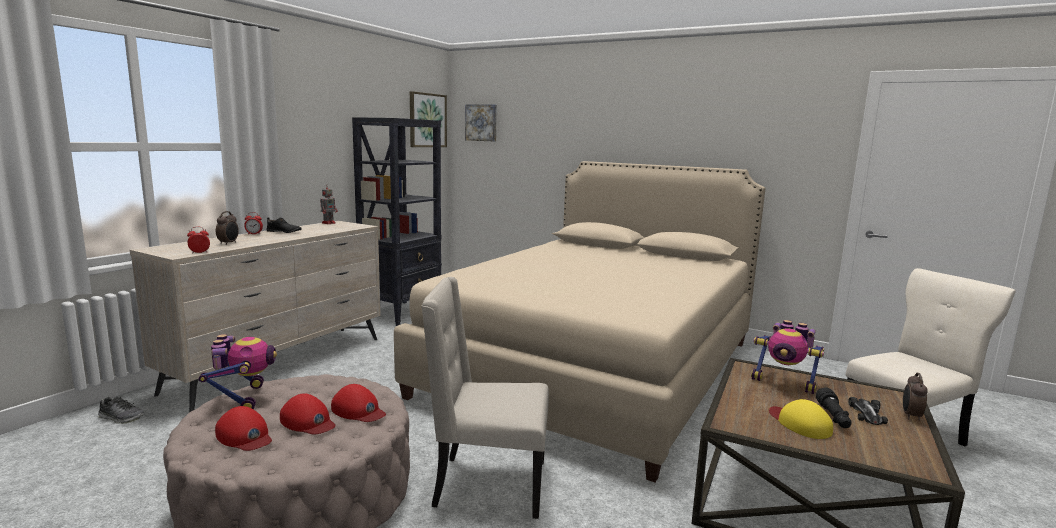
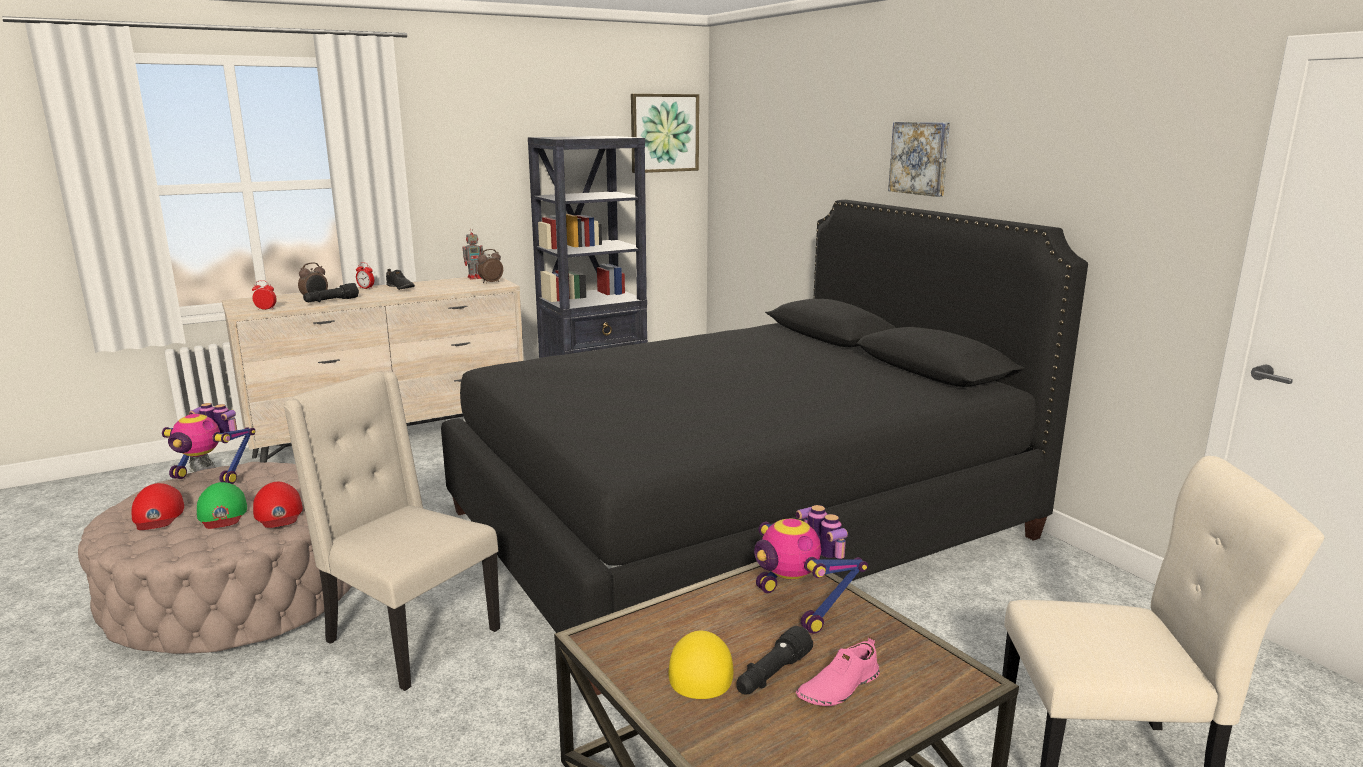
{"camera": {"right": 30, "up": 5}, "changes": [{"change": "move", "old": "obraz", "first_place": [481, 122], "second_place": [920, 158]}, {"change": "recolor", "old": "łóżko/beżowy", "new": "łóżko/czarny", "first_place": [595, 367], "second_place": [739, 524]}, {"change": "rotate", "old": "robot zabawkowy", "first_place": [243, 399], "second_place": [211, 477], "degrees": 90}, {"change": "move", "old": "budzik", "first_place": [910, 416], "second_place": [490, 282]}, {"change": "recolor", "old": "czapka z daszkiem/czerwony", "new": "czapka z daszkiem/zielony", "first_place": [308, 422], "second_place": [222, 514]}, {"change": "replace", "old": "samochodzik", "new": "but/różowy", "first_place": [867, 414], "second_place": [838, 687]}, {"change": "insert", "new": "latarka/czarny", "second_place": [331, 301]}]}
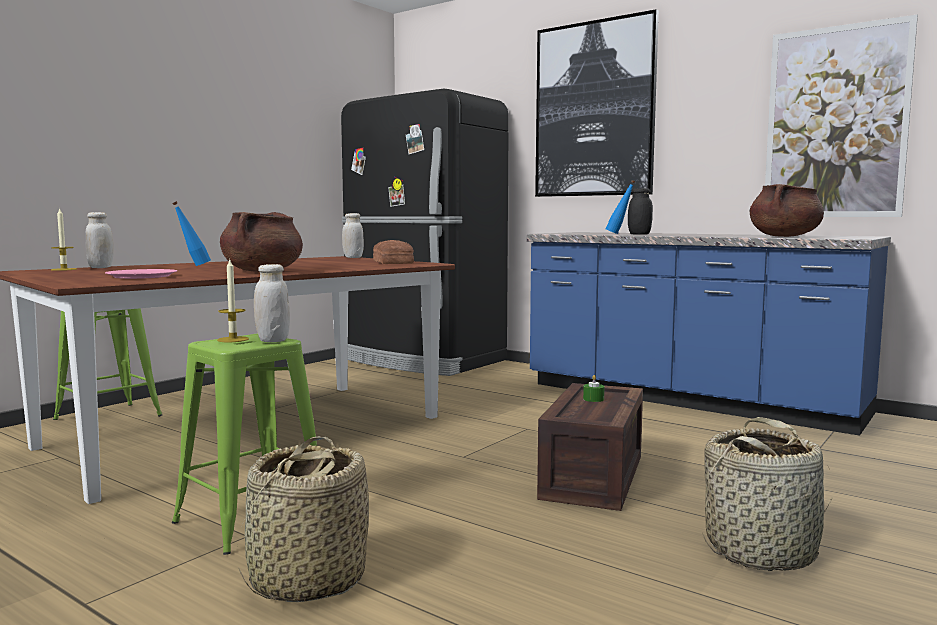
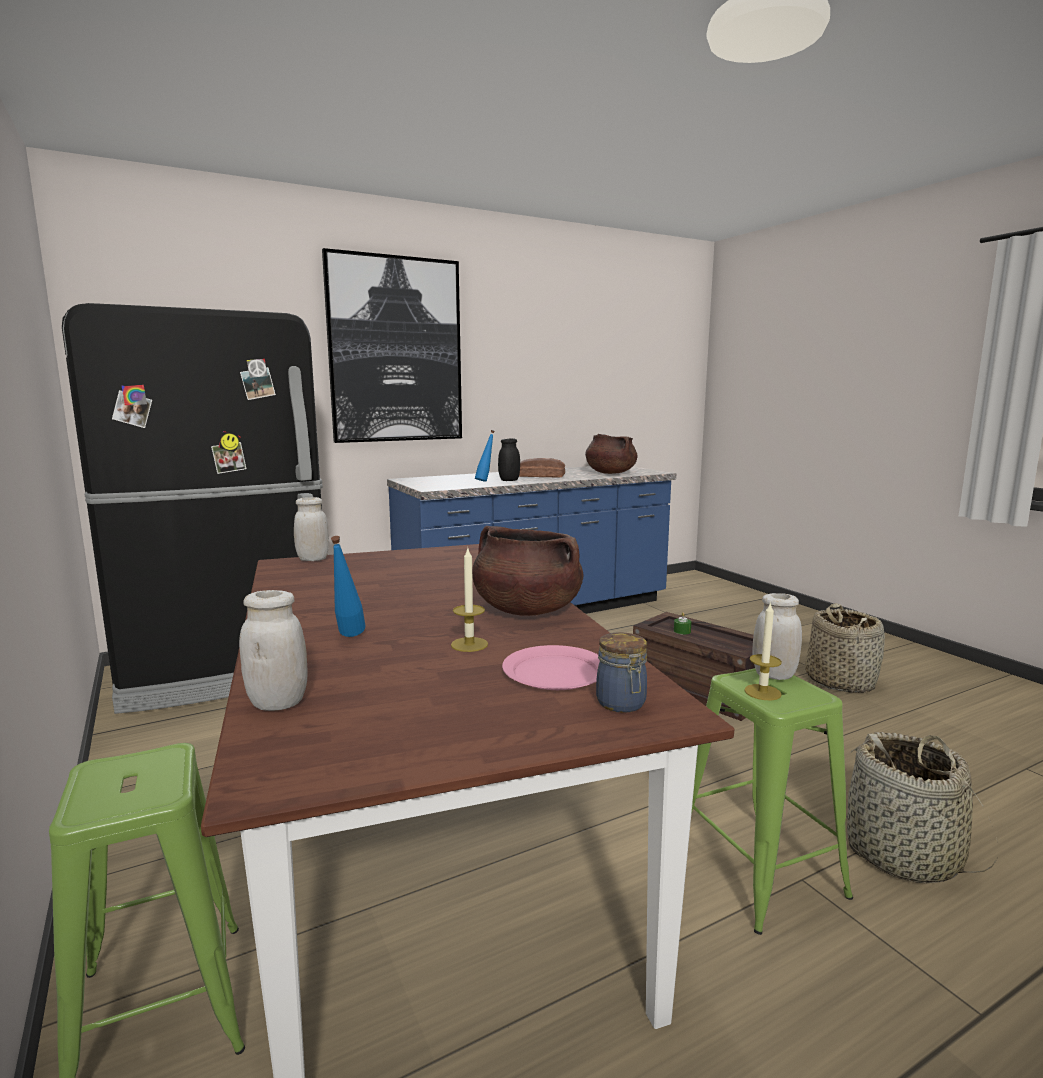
{"camera": {"right": -65, "up": 5}, "changes": [{"change": "delete", "old": "obraz", "first_place": [835, 123]}, {"change": "move", "old": "świeca", "first_place": [64, 269], "second_place": [469, 644]}, {"change": "move", "old": "chleb", "first_place": [394, 262], "second_place": [541, 475]}, {"change": "insert", "new": "słoik", "second_place": [622, 704]}]}
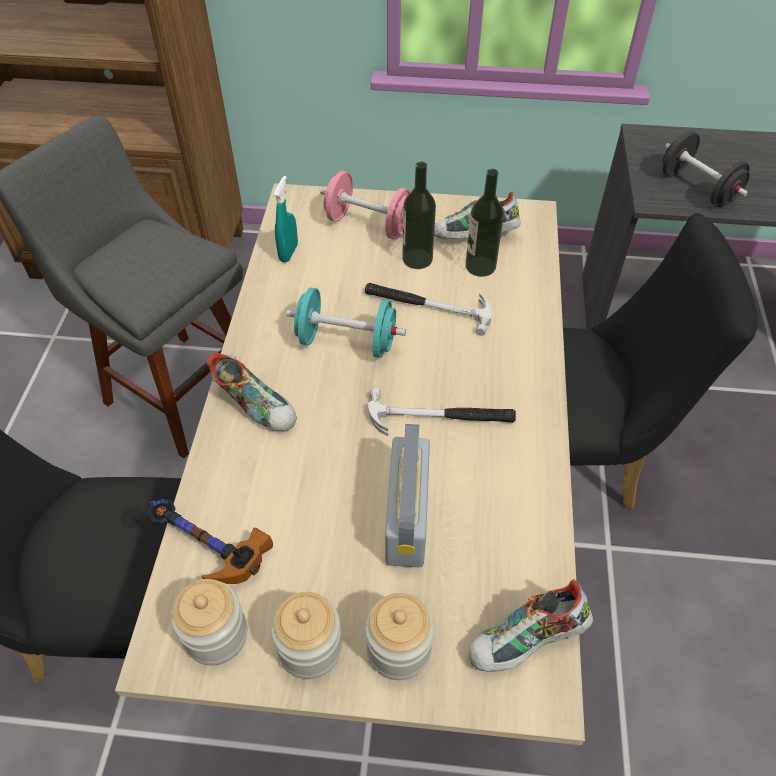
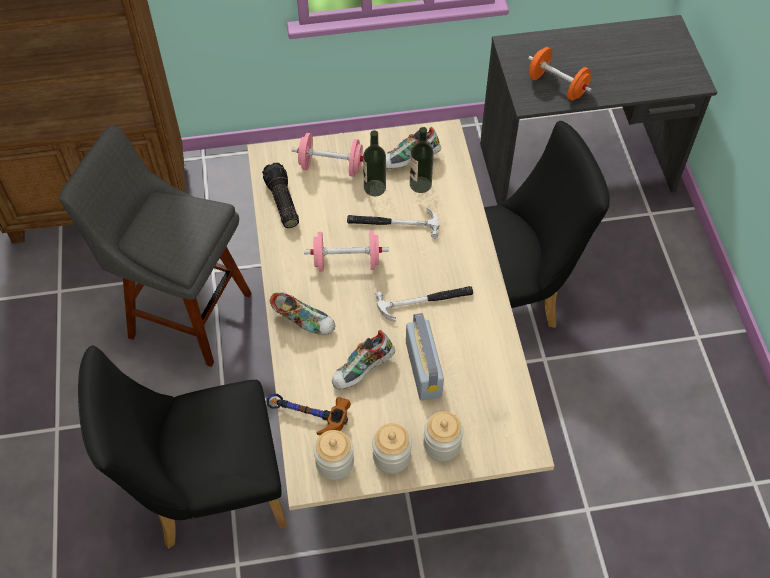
{"camera": {"right": -15, "up": 5}, "changes": [{"change": "recolor", "old": "hantel/czarny", "new": "hantel/pomarańczowy", "first_place": [697, 188], "second_place": [557, 86]}, {"change": "replace", "old": "spryskiwacz/turkusowy", "new": "latarka", "first_place": [288, 253], "second_place": [281, 202]}, {"change": "recolor", "old": "hantel/turkusowy", "new": "hantel/różowy", "first_place": [346, 342], "second_place": [346, 262]}, {"change": "move", "old": "but", "first_place": [527, 642], "second_place": [363, 371]}]}
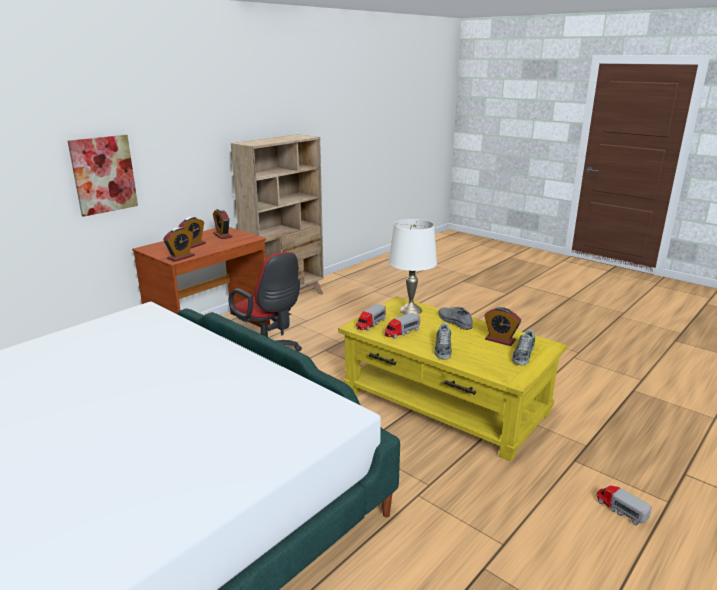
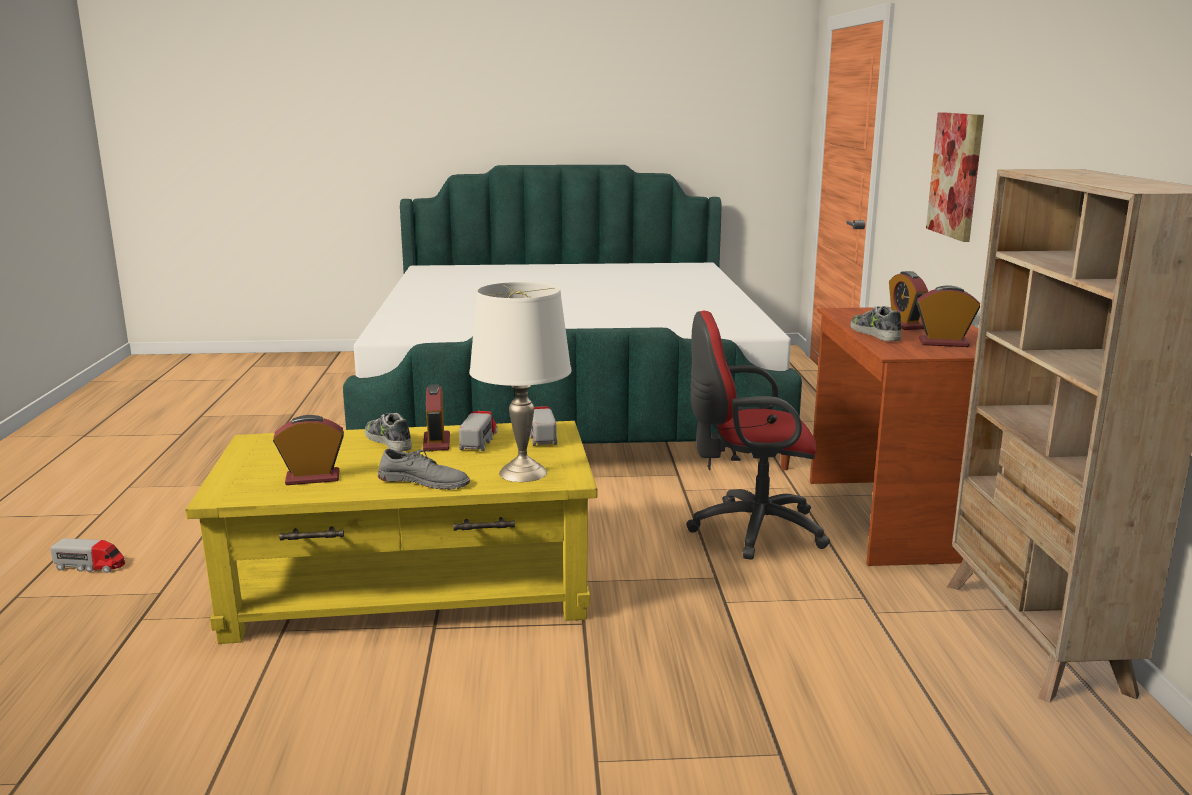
{"camera": {"right": 135, "up": -5}, "changes": [{"change": "move", "old": "budzik", "first_place": [181, 257], "second_place": [436, 442]}, {"change": "move", "old": "but", "first_place": [523, 355], "second_place": [875, 334]}]}
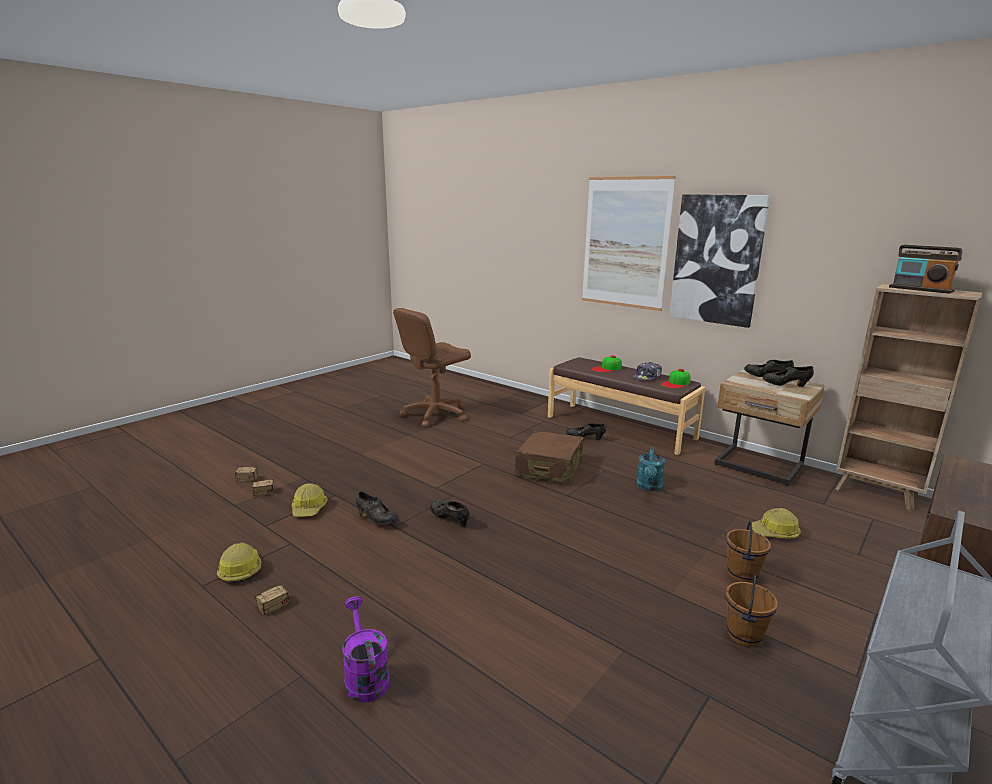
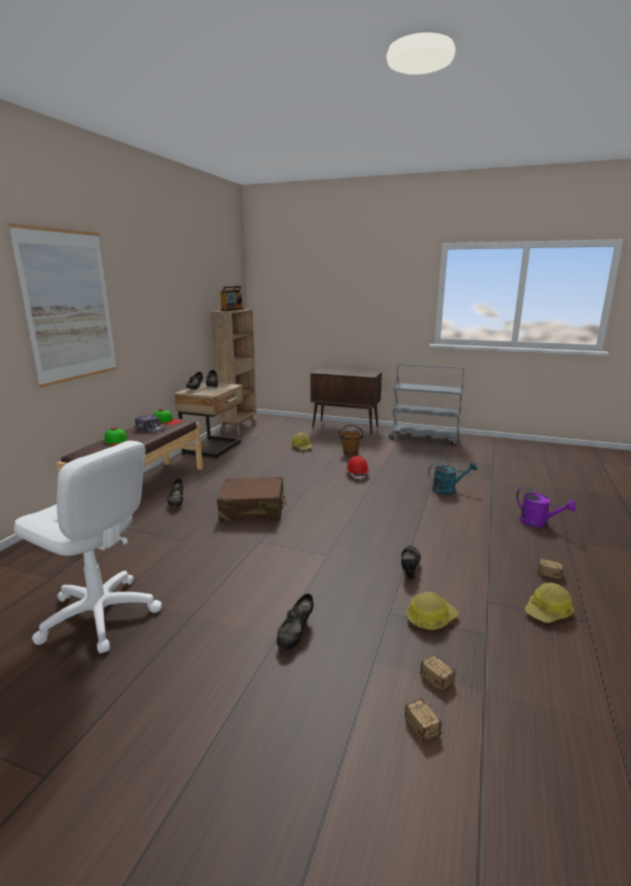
{"camera": {"right": -110, "up": 0}, "changes": [{"change": "delete", "old": "obraz", "first_place": [717, 260]}, {"change": "recolor", "old": "krzesło biurowe/brązowy", "new": "krzesło biurowe/biały", "first_place": [435, 415], "second_place": [99, 615]}, {"change": "move", "old": "konewka/turkusowy", "first_place": [649, 487], "second_place": [448, 490]}, {"change": "move", "old": "but/czarny", "first_place": [449, 520], "second_place": [295, 634]}, {"change": "delete", "old": "wiadro/brązowy", "first_place": [745, 636]}, {"change": "rotate", "old": "konewka/fioletowy", "first_place": [365, 676], "second_place": [538, 523], "degrees": -90}, {"change": "insert", "new": "kask/czerwony", "second_place": [357, 474]}]}
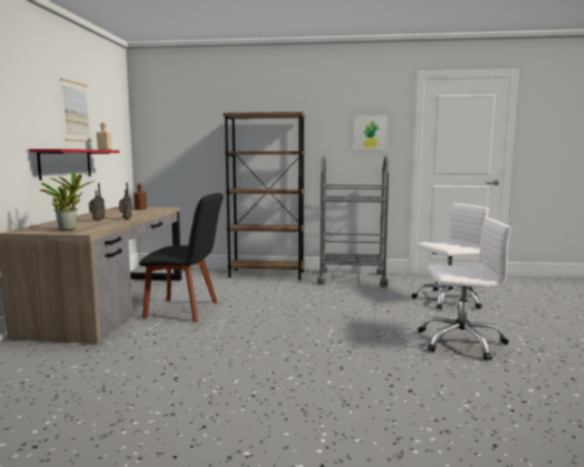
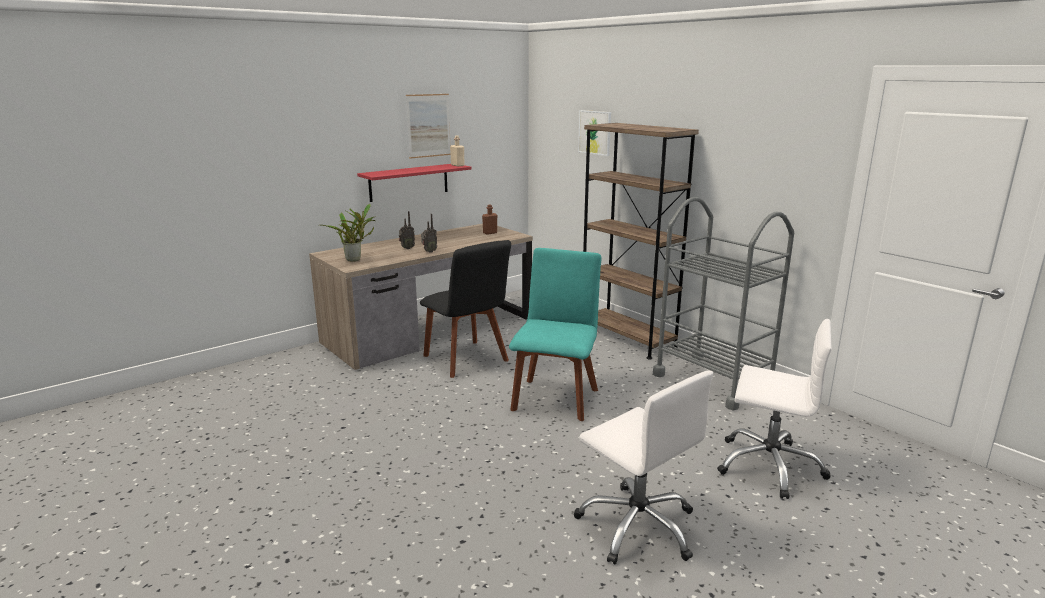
{"camera": {"right": 45, "up": 10}, "changes": [{"change": "move", "old": "obraz", "first_place": [371, 132], "second_place": [595, 132]}, {"change": "insert", "new": "krzesło/turkusowy", "second_place": [555, 397]}]}
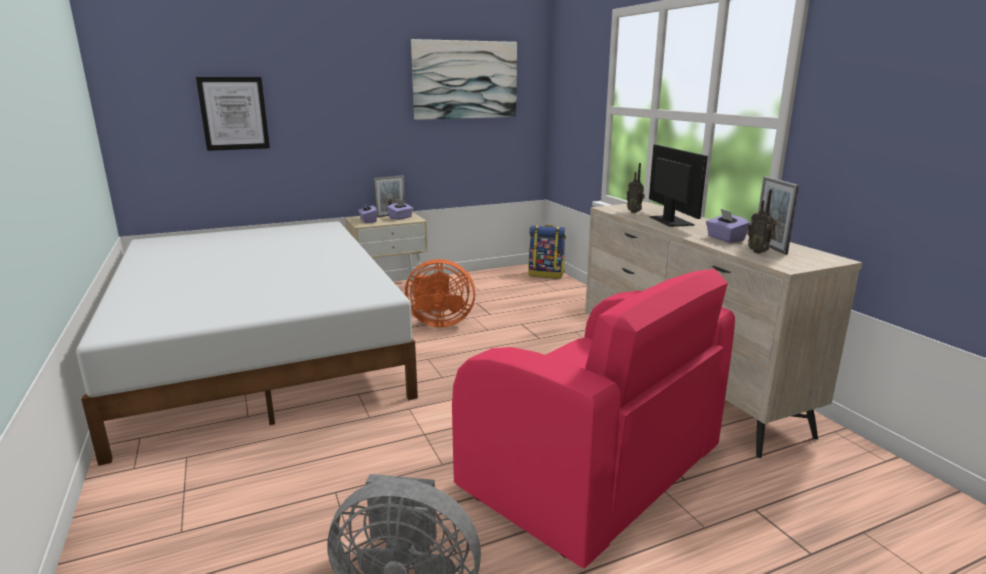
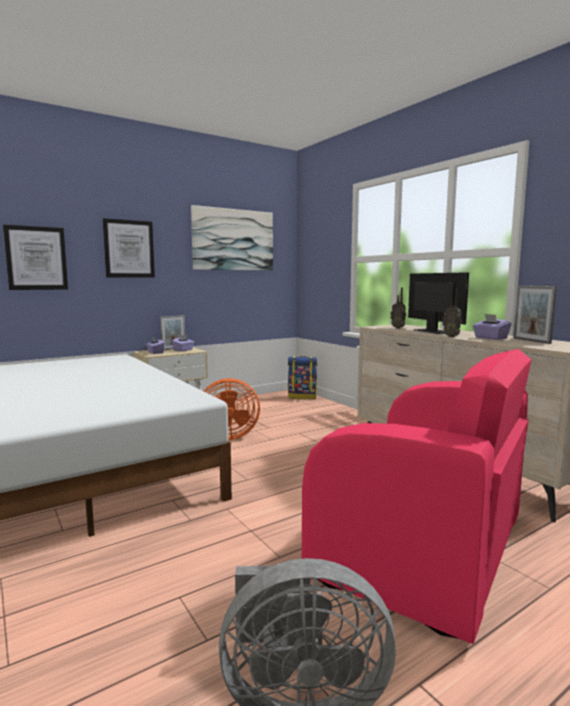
{"camera": {"right": -10, "up": -10}, "changes": [{"change": "move", "old": "radio", "first_place": [758, 252], "second_place": [451, 336]}, {"change": "insert", "new": "obraz", "second_place": [129, 249]}]}
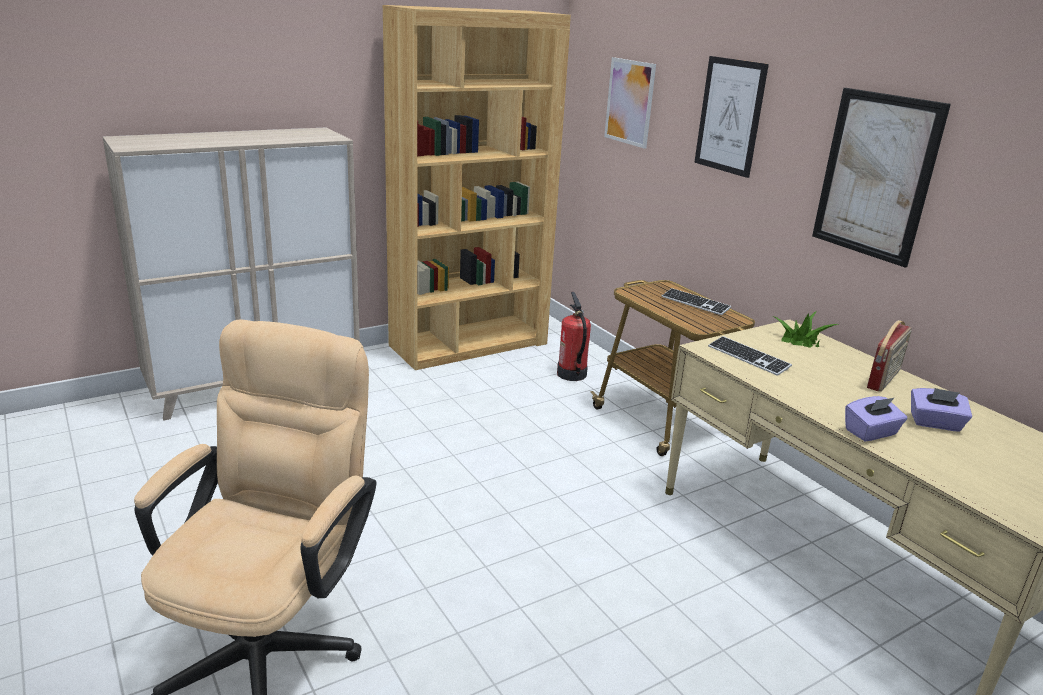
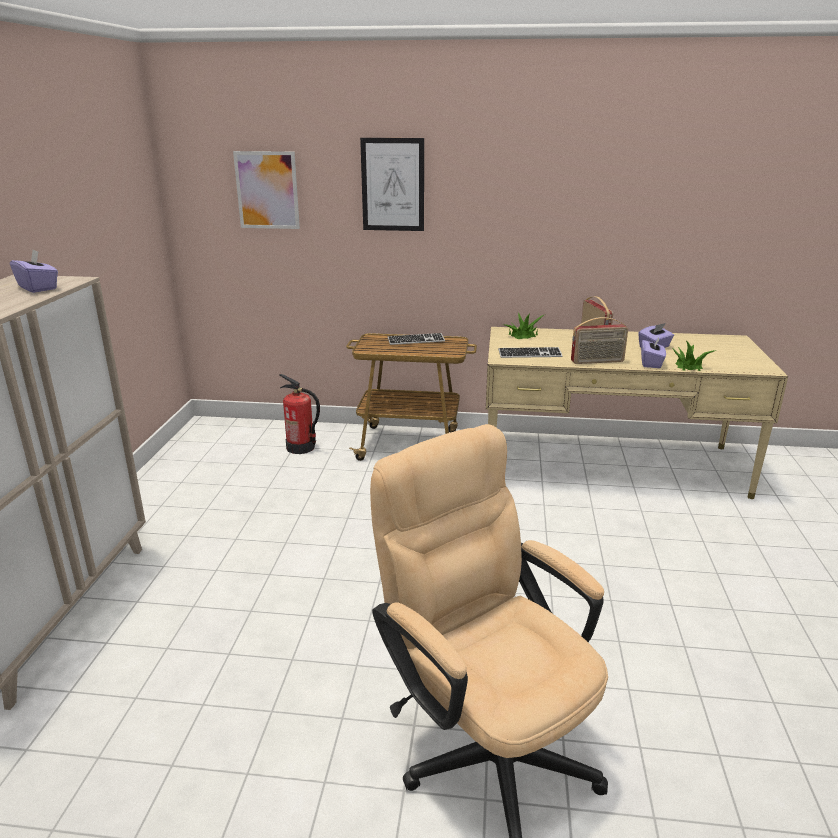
{"camera": {"right": -50, "up": 0}, "changes": [{"change": "delete", "old": "regał/brązowy", "first_place": [469, 344]}, {"change": "delete", "old": "obraz", "first_place": [876, 176]}, {"change": "insert", "new": "pudełko chusteczek/fioletowy", "second_place": [38, 288]}, {"change": "insert", "new": "radio", "second_place": [597, 361]}, {"change": "insert", "new": "roślina doniczkowa", "second_place": [688, 365]}]}
